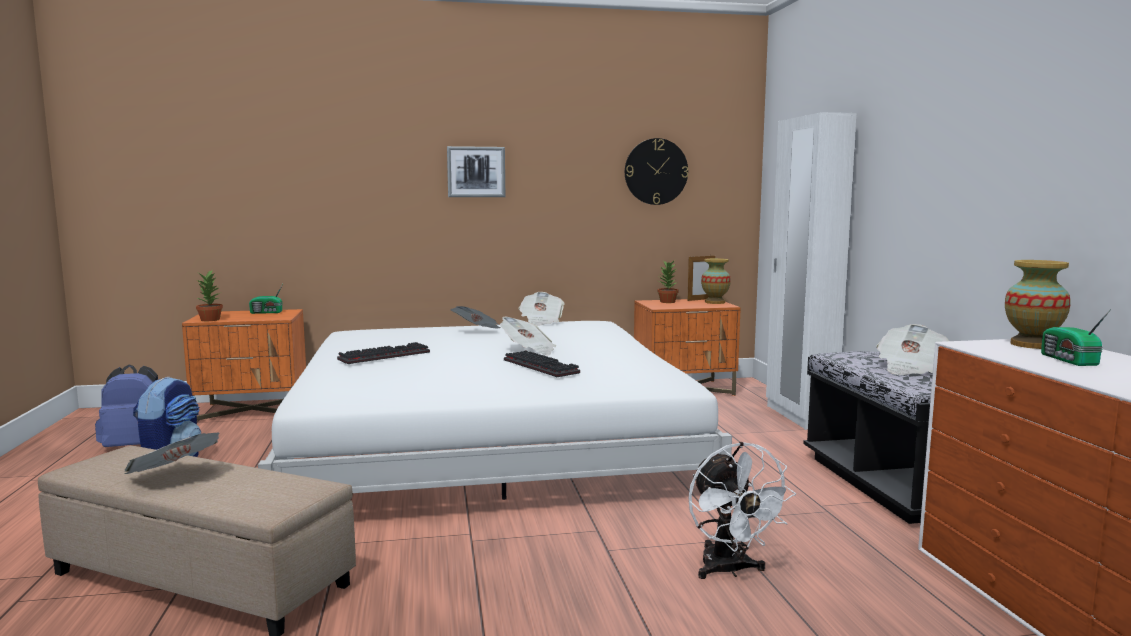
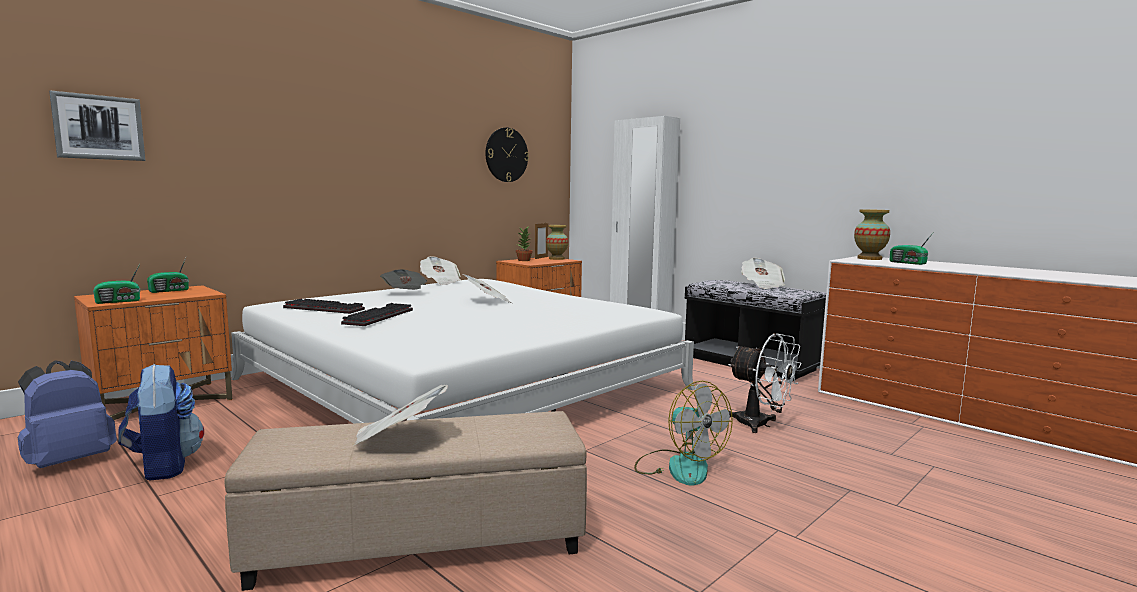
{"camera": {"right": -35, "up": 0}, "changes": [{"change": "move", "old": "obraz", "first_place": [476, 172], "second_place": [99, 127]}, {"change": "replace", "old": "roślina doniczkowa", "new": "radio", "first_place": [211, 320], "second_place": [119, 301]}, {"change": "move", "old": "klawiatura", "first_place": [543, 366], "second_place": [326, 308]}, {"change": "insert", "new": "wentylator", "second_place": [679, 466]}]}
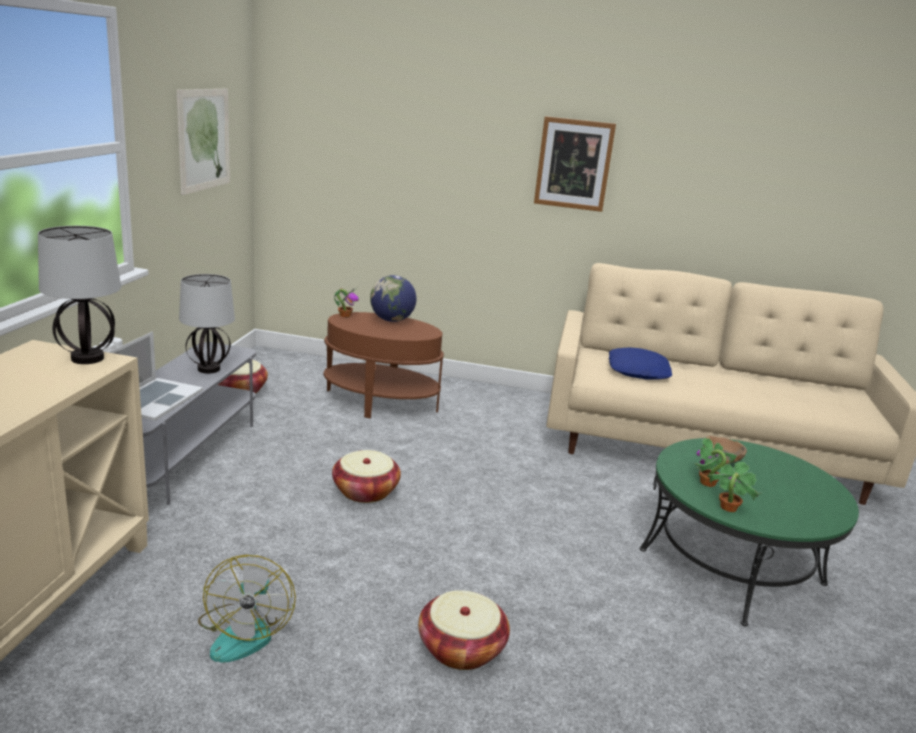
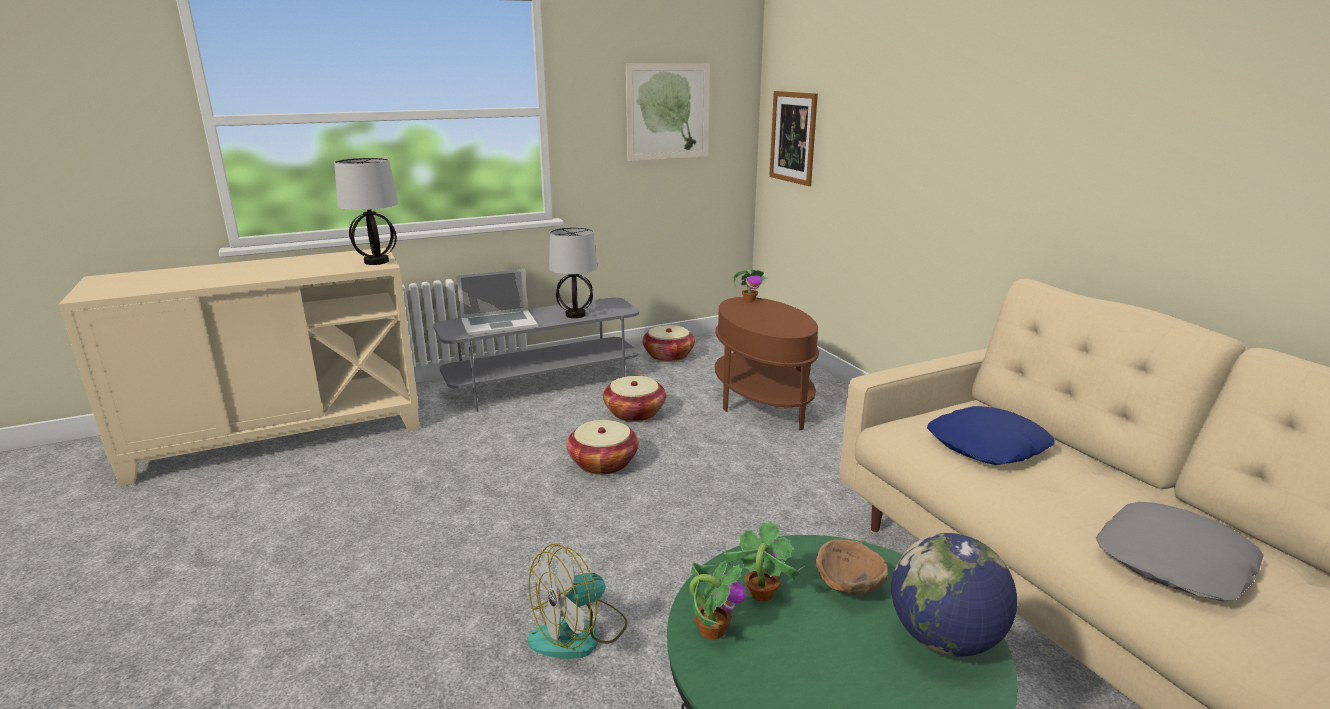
{"camera": {"right": 55, "up": 0}, "changes": [{"change": "move", "old": "obraz", "first_place": [574, 164], "second_place": [793, 137]}, {"change": "move", "old": "globus", "first_place": [392, 320], "second_place": [944, 639]}, {"change": "move", "old": "wentylator", "first_place": [245, 631], "second_place": [579, 633]}, {"change": "move", "old": "koszyk", "first_place": [461, 648], "second_place": [634, 413]}, {"change": "insert", "new": "poduszka/szary", "second_place": [1175, 562]}]}
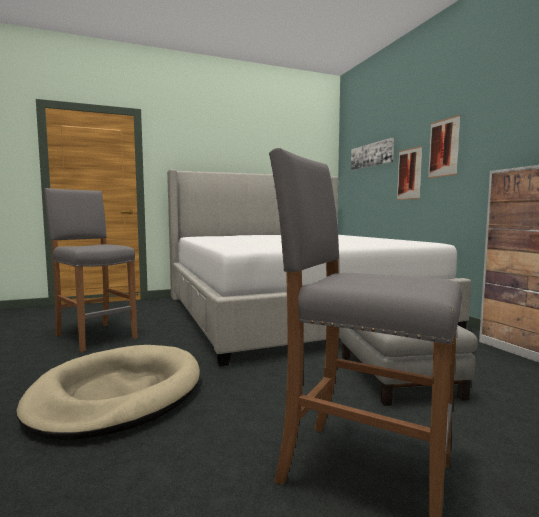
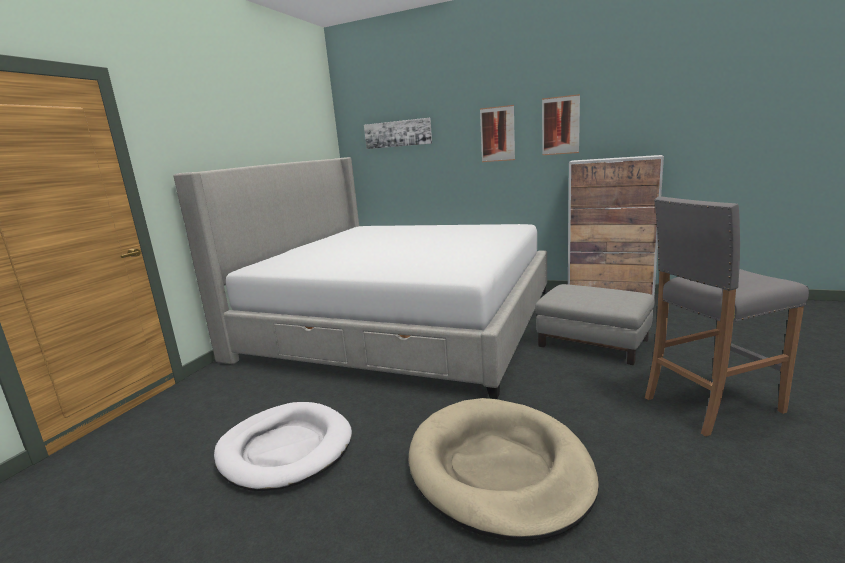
{"camera": {"right": -45, "up": 10}, "changes": [{"change": "move", "old": "obraz", "first_place": [409, 174], "second_place": [560, 125]}, {"change": "replace", "old": "stołek/szary", "new": "legowisko/biały", "first_place": [95, 336], "second_place": [285, 449]}]}
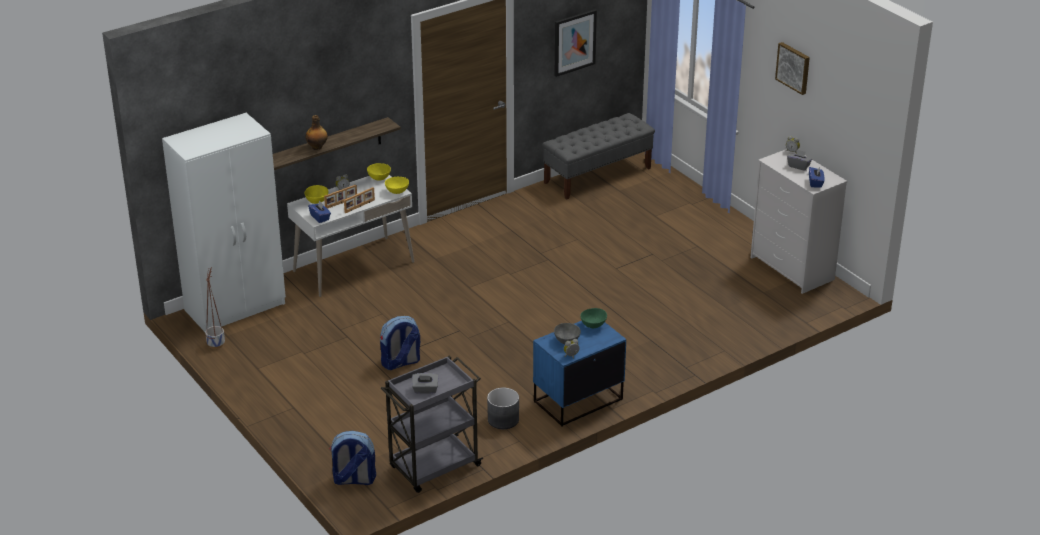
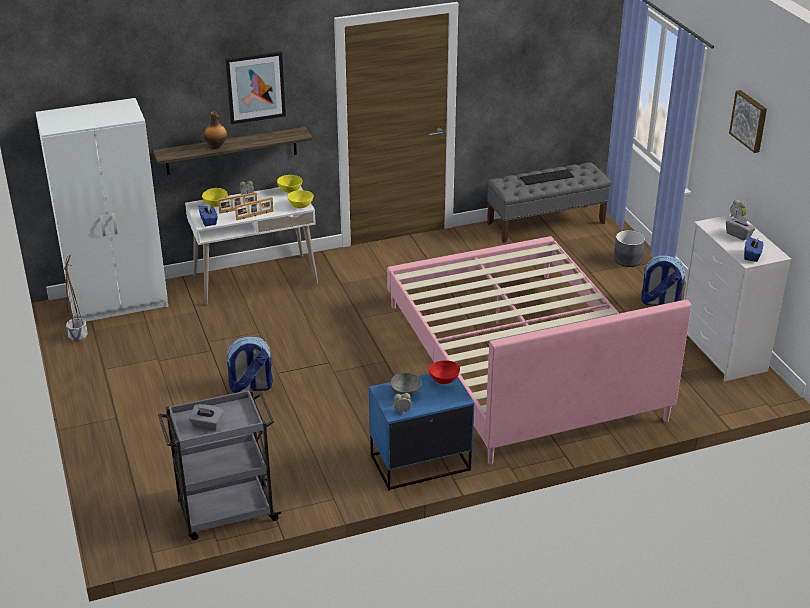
{"camera": {"right": 15, "up": 0}, "changes": [{"change": "move", "old": "obraz", "first_place": [574, 42], "second_place": [255, 87]}, {"change": "recolor", "old": "miska/zielony", "new": "miska/czerwony", "first_place": [594, 325], "second_place": [444, 380]}, {"change": "move", "old": "donica/szary", "first_place": [503, 419], "second_place": [628, 259]}, {"change": "move", "old": "plecak", "first_place": [353, 480], "second_place": [659, 303]}, {"change": "insert", "new": "klawiatura", "second_place": [547, 177]}, {"change": "insert", "new": "łóżko/różowy", "second_place": [520, 361]}]}
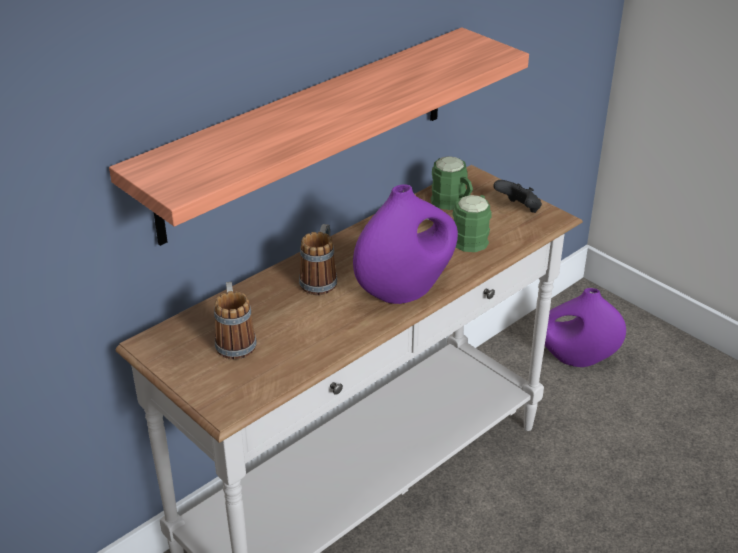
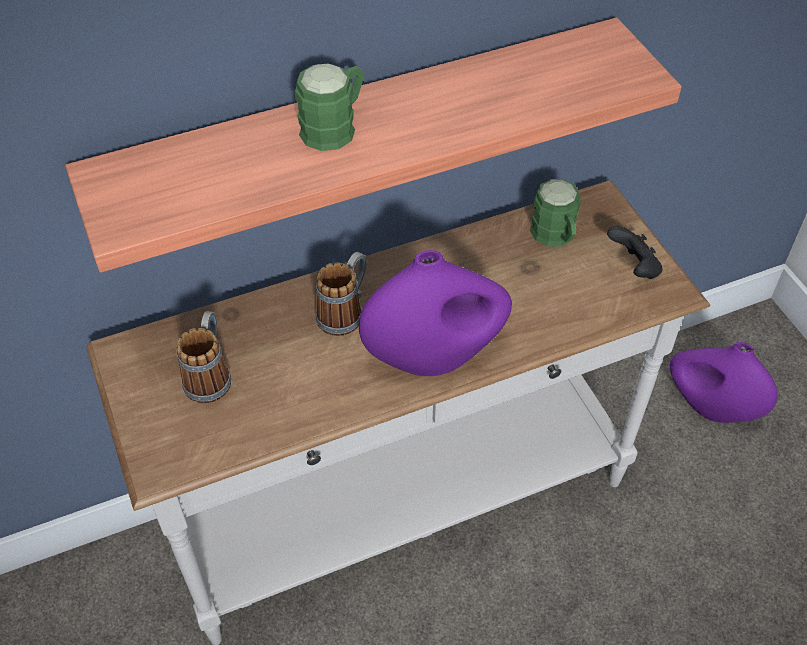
{"camera": {"right": 20, "up": 15}, "changes": [{"change": "move", "old": "kubek/zielony", "first_place": [472, 237], "second_place": [335, 126]}]}
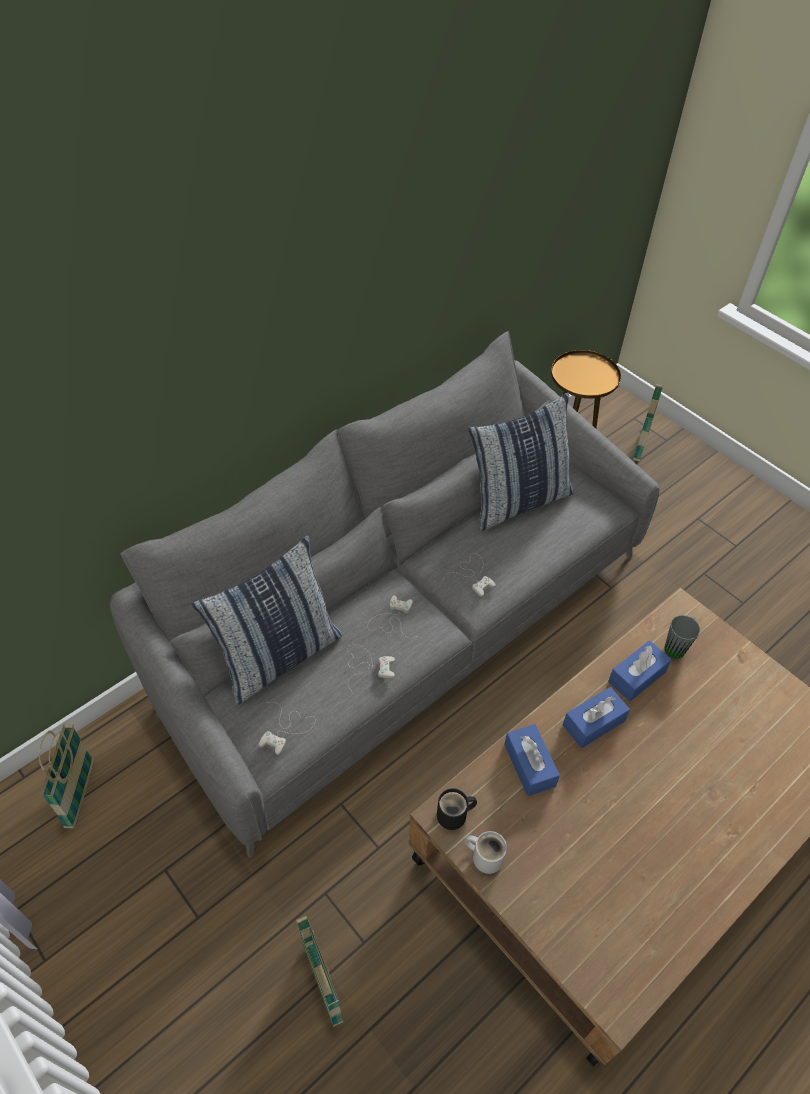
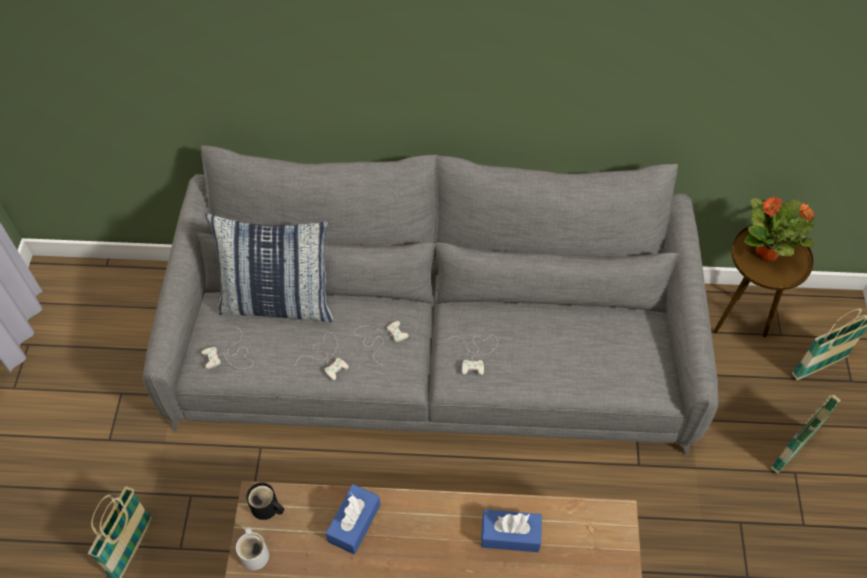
{"camera": {"right": 45, "up": 5}, "changes": [{"change": "delete", "old": "poduszka", "first_place": [518, 501]}, {"change": "delete", "old": "kubek/szary", "first_place": [677, 646]}, {"change": "delete", "old": "pudełko chusteczek/niebieski", "first_place": [593, 723]}, {"change": "move", "old": "koszyk", "first_place": [80, 794], "second_place": [793, 451]}, {"change": "insert", "new": "roślina doniczkowa", "second_place": [768, 252]}]}
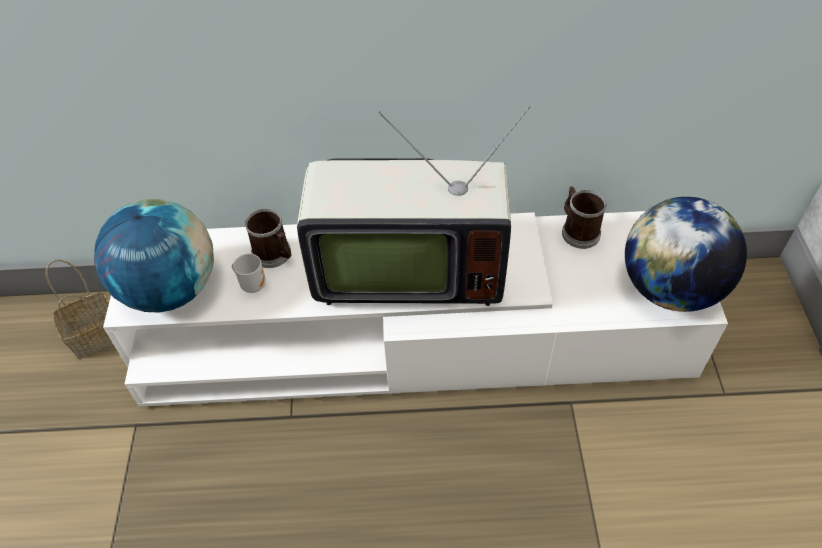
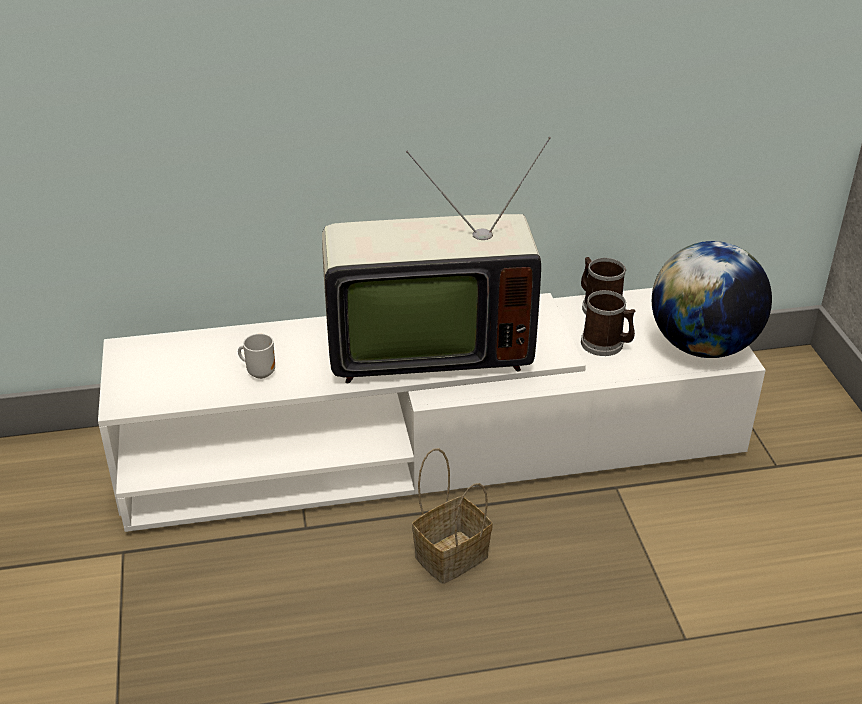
{"camera": {"right": -10, "up": -15}, "changes": [{"change": "delete", "old": "globus", "first_place": [170, 290]}, {"change": "move", "old": "kubek", "first_place": [275, 255], "second_place": [606, 345]}, {"change": "move", "old": "koszyk", "first_place": [97, 334], "second_place": [452, 555]}]}
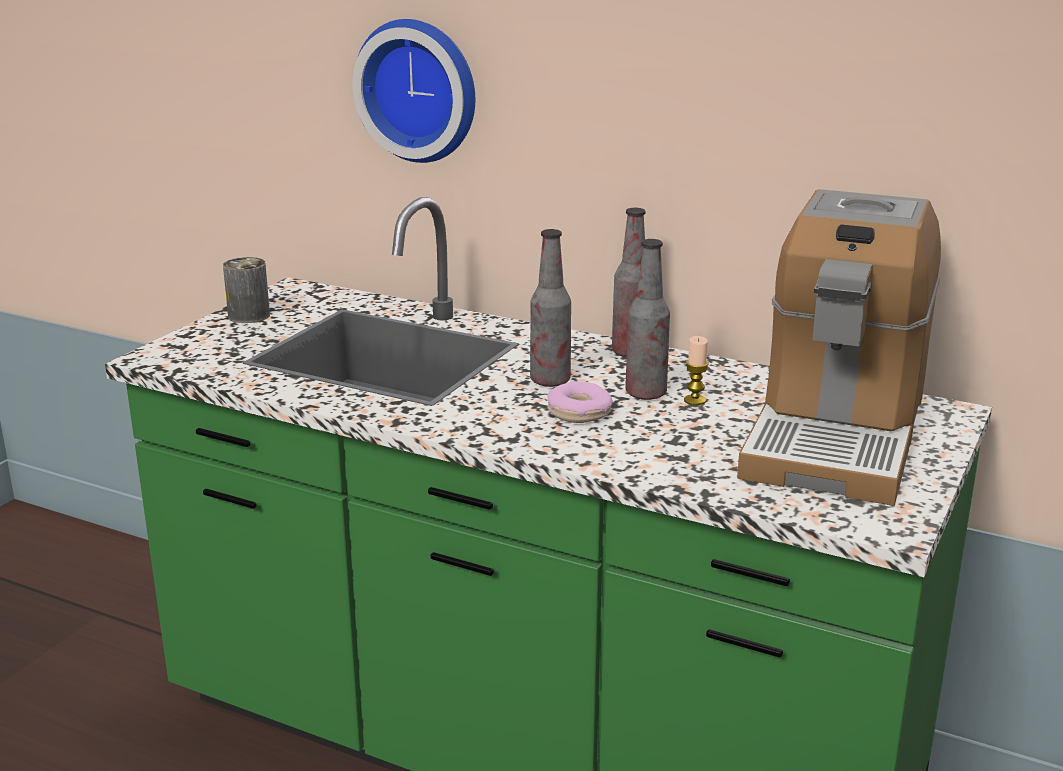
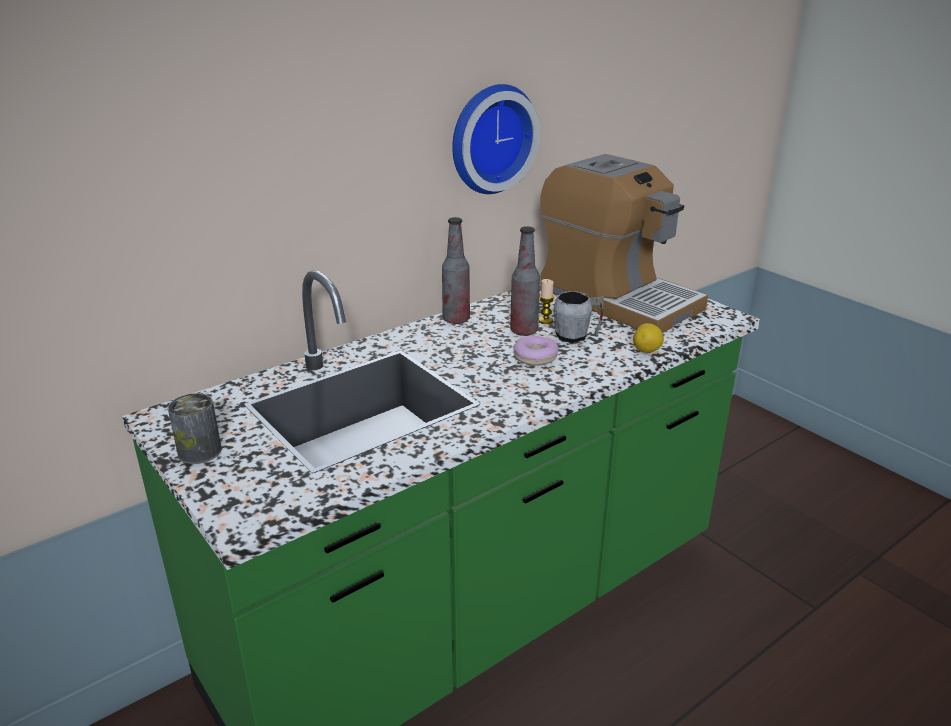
{"camera": {"right": -65, "up": 5}, "changes": [{"change": "move", "old": "zegar ścienny", "first_place": [420, 89], "second_place": [490, 138]}, {"change": "delete", "old": "butelka", "first_place": [550, 381]}, {"change": "insert", "new": "kubek/szary", "second_place": [577, 335]}, {"change": "insert", "new": "cytryna", "second_place": [647, 351]}]}
